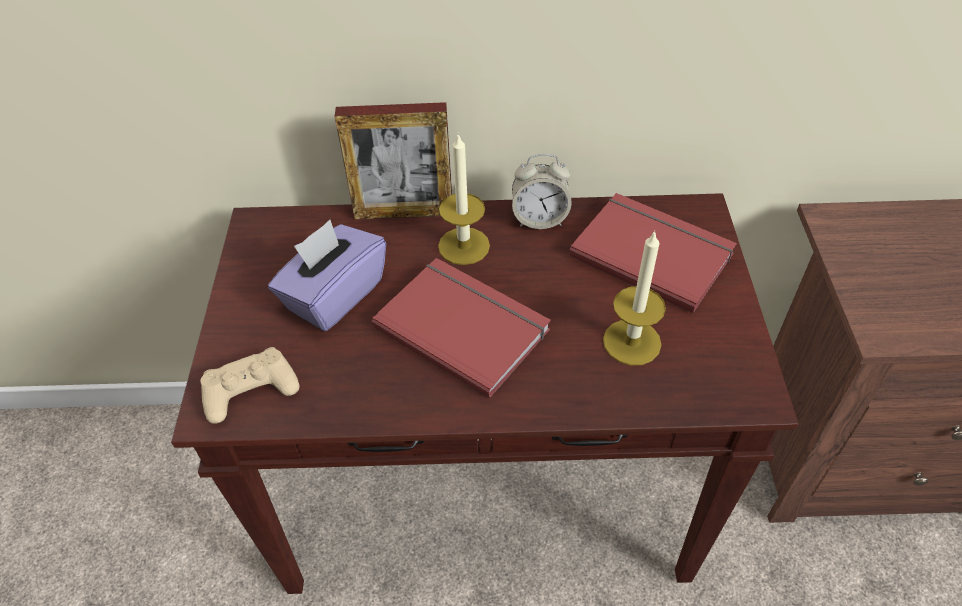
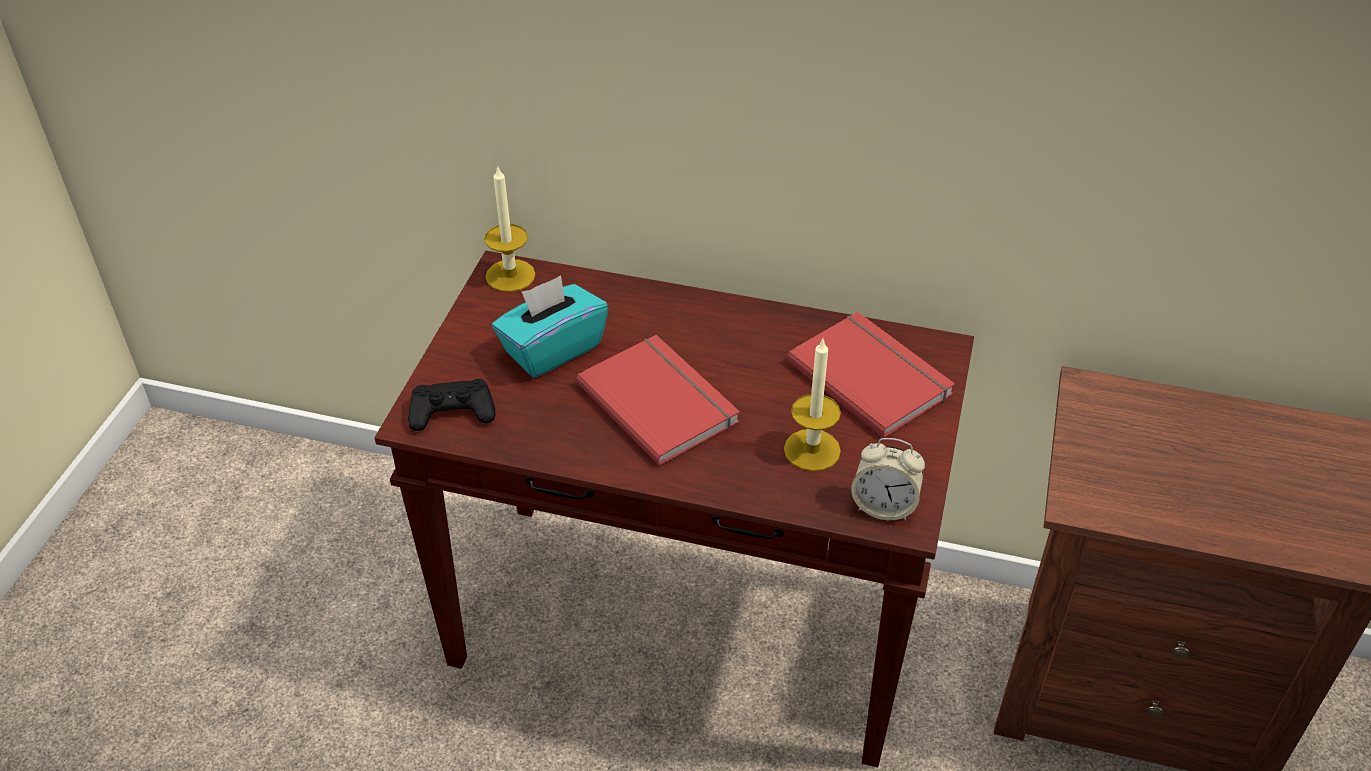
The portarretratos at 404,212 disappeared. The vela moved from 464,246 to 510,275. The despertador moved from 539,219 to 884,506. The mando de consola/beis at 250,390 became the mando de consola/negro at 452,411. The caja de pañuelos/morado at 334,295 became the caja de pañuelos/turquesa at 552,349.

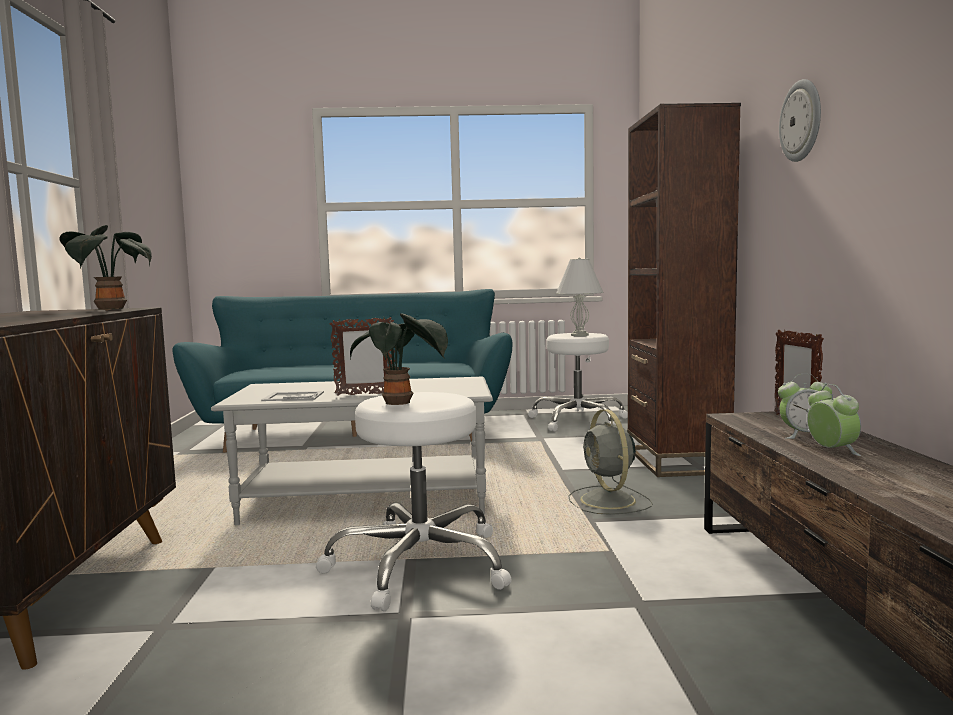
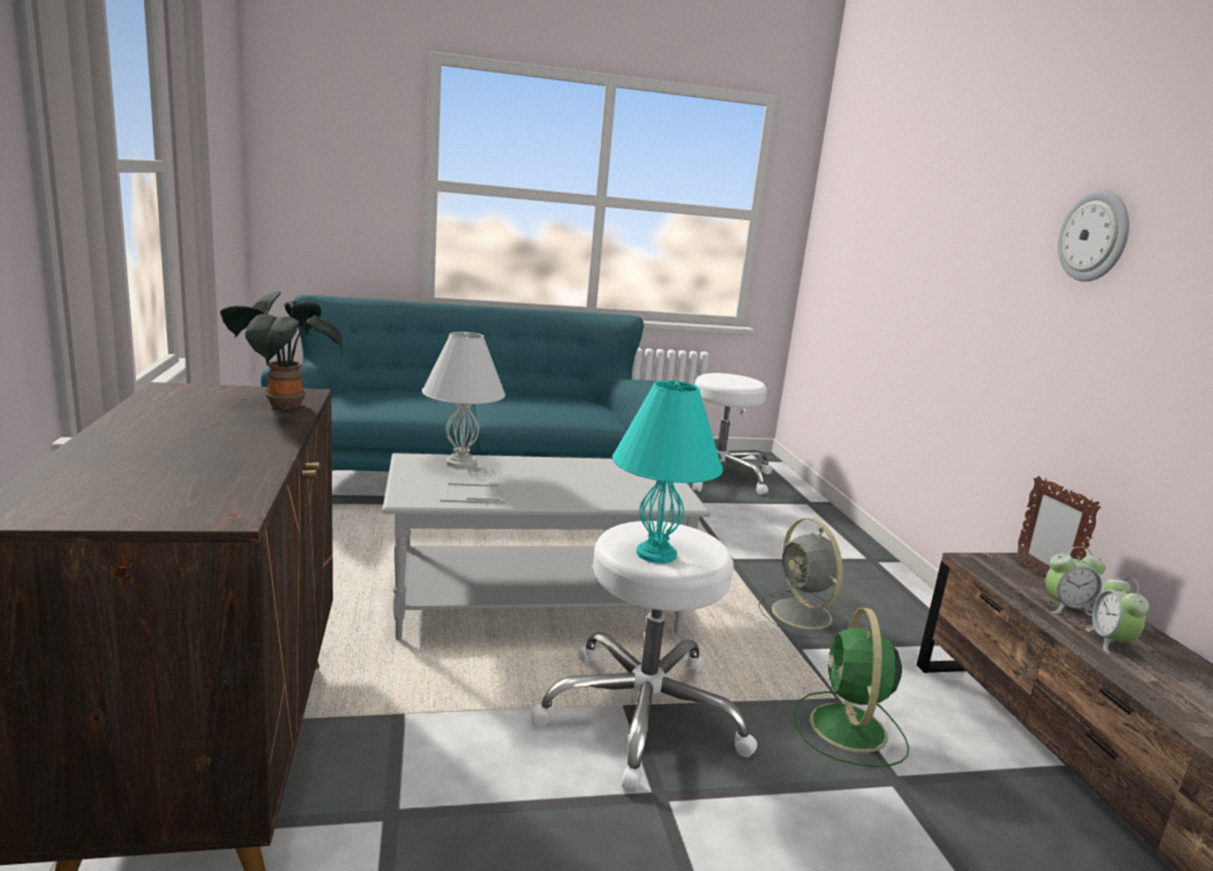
The portarretratos at 365,394 disappeared. The estantería/marrón at 675,460 disappeared. The ventilador/verde at 848,730 appeared. The lámpara de mesa/blanco moved from 580,335 to 461,462. The planta en maceta at 401,404 was replaced by the lámpara de mesa/turquesa at 655,553. The despertador at 832,451 turned 150 degrees counterclockwise.

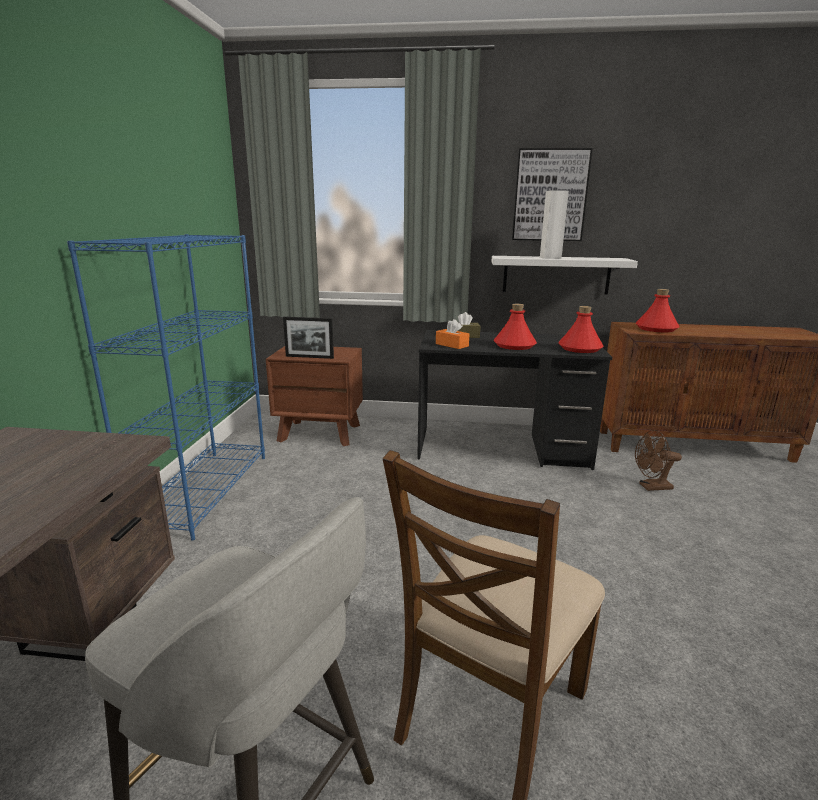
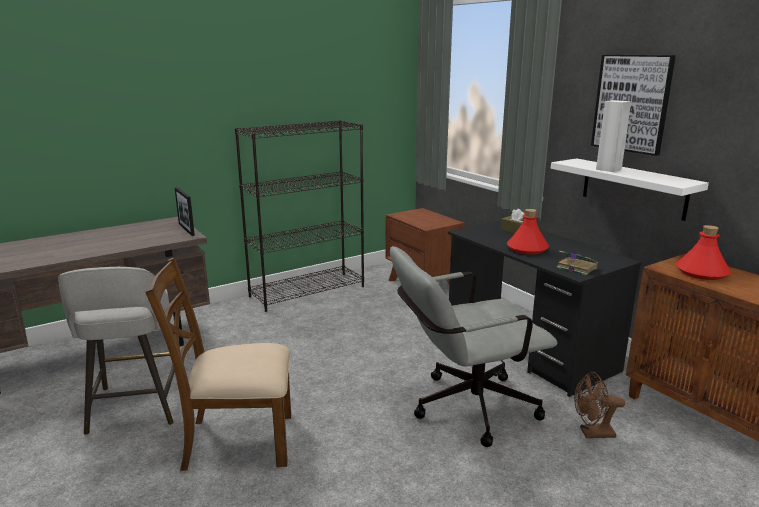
The caja de pañuelos/naranja at 452,345 disappeared. The silla de oficina/gris at 464,408 appeared. The portarretratos moved from 309,357 to 186,229. The botella/rojo at 580,349 was replaced by the libro at 575,267. The estantería/azul at 205,490 became the estantería/negro at 308,291. The ventilador/marrón at 651,487 turned 45 degrees counterclockwise.

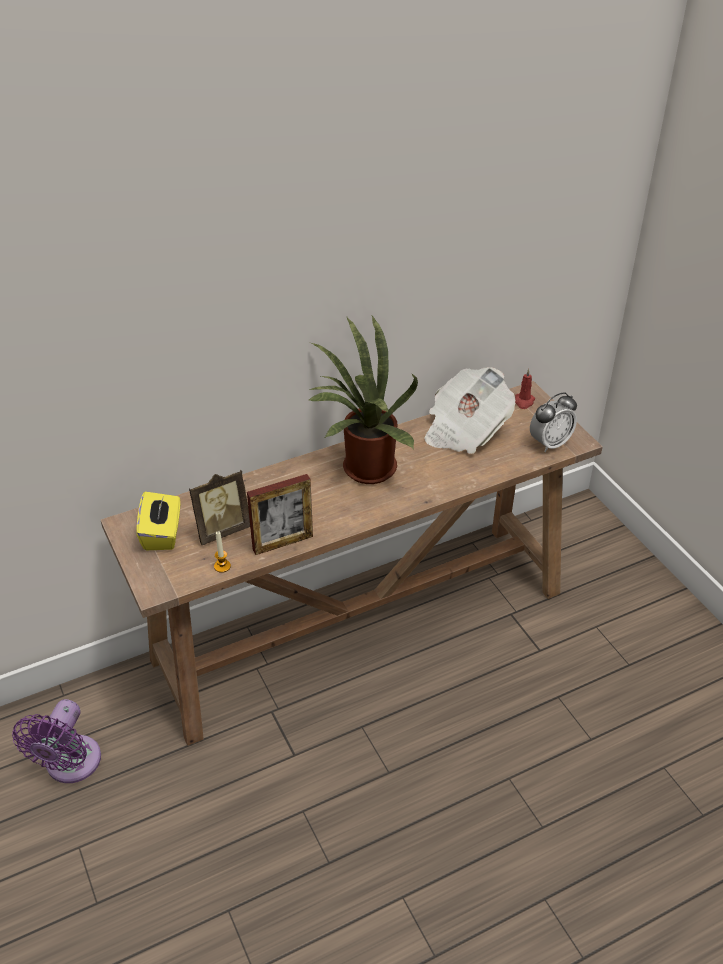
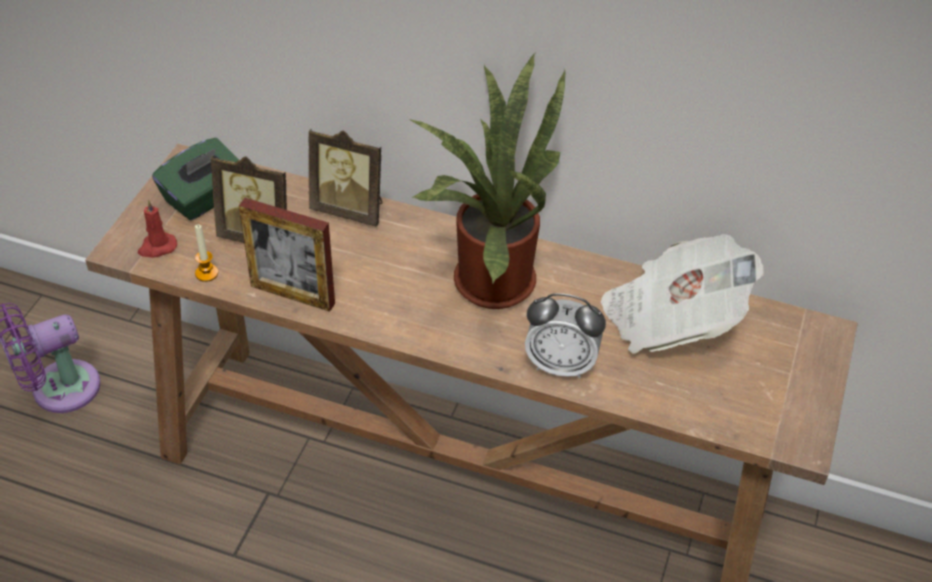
The portarretratos at 350,209 appeared. The vela/rojo moved from 524,402 to 157,247. The despertador moved from 550,443 to 560,364. The caja de pañuelos/amarillo at 162,534 became the caja de pañuelos/verde at 204,198.

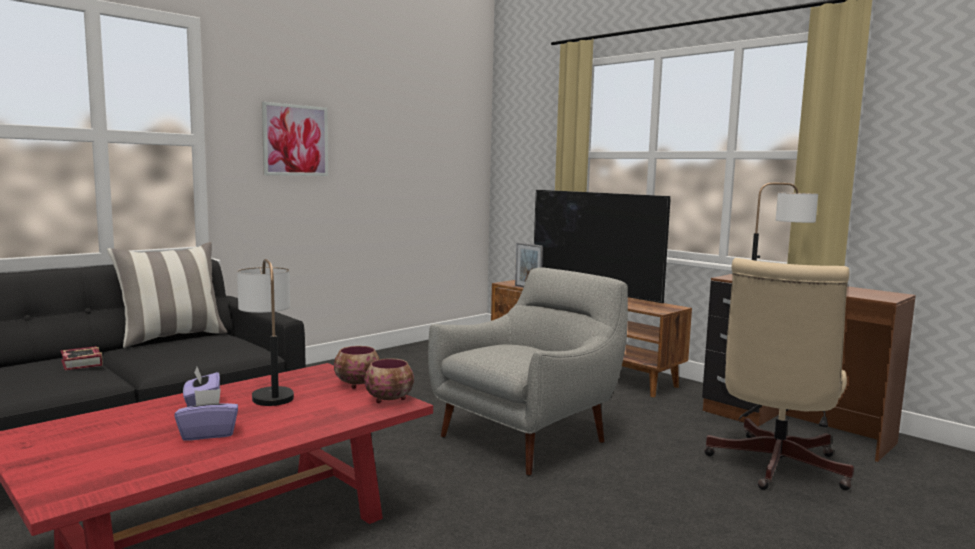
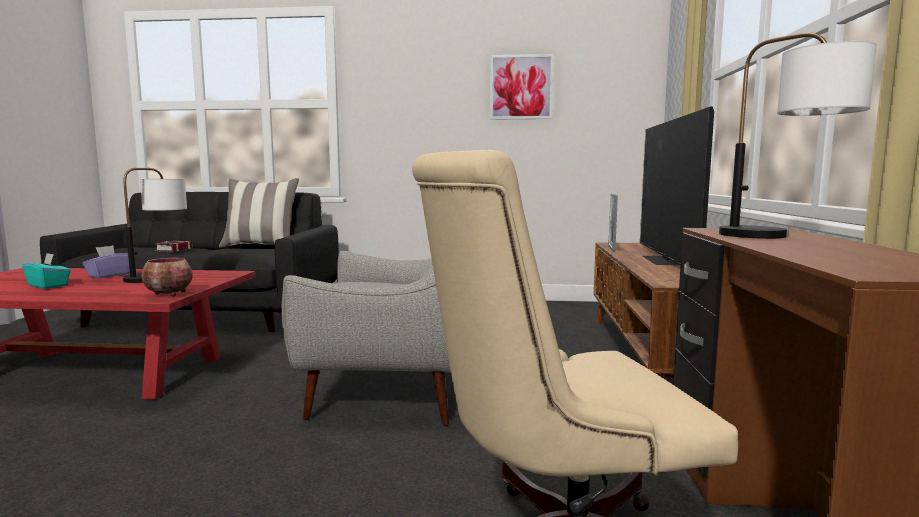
The cuenco at 357,384 disappeared. The cuadro moved from 295,140 to 521,87. The caja de pañuelos/morado at 208,433 became the caja de pañuelos/turquesa at 48,286.

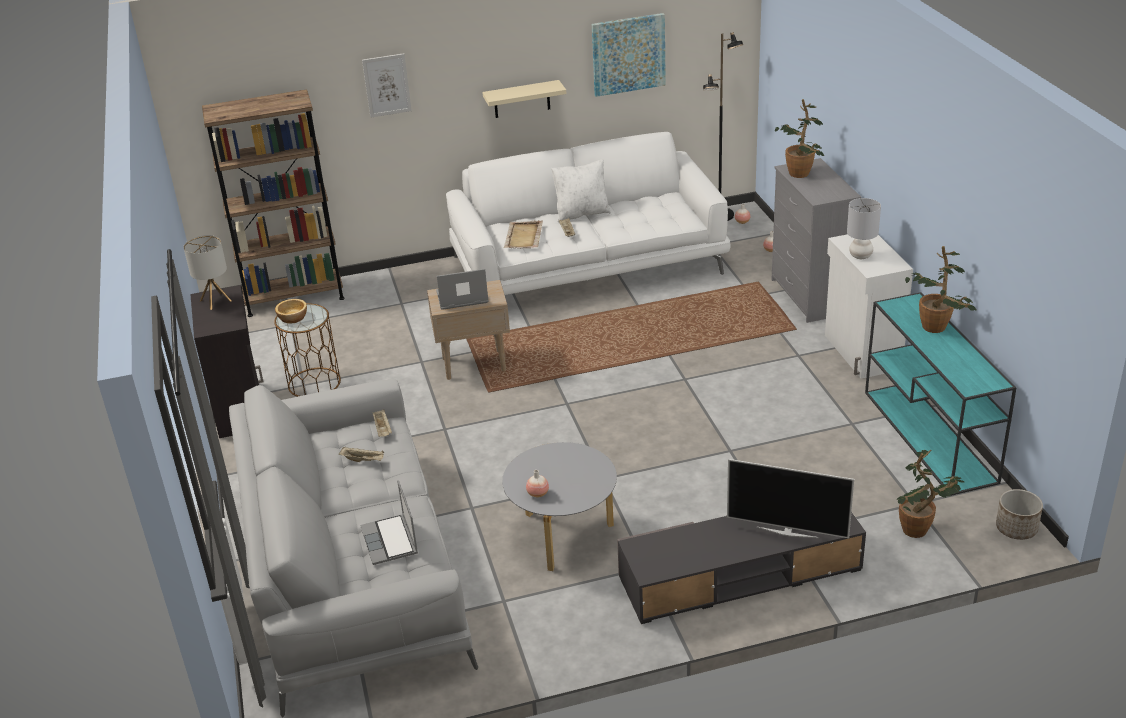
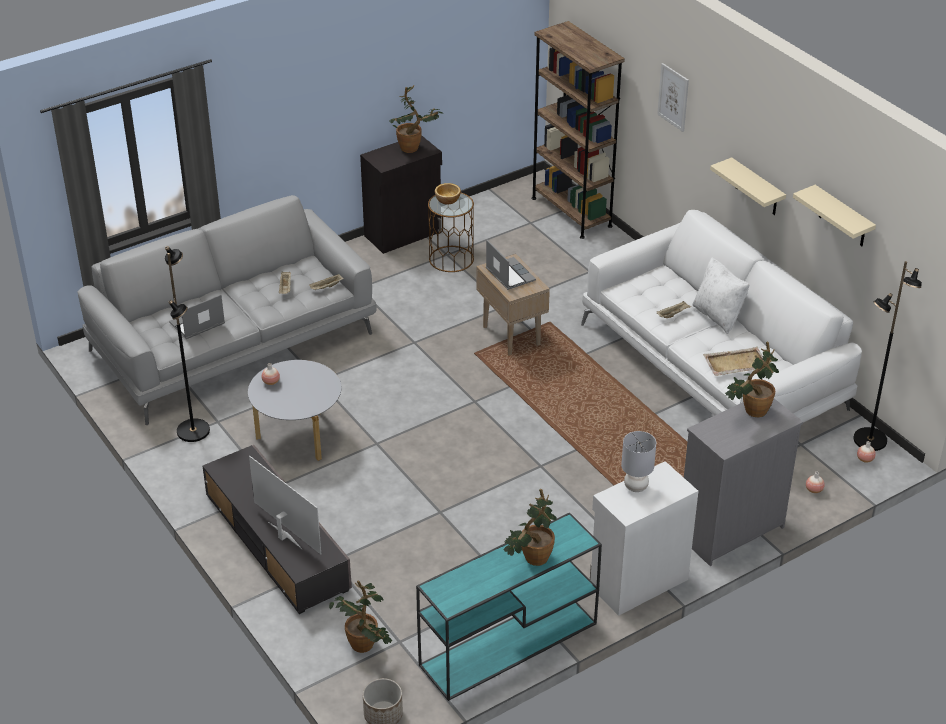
The lámpara de pie/negro at 194,431 appeared. The bandeja/beis moved from 523,237 to 735,363. The lámpara de mesa at 215,301 was replaced by the planta en maceta at 414,148. The cuadro at 628,54 was replaced by the estante/beis at 842,217. The televisor at 787,532 turned 135 degrees clockwise.

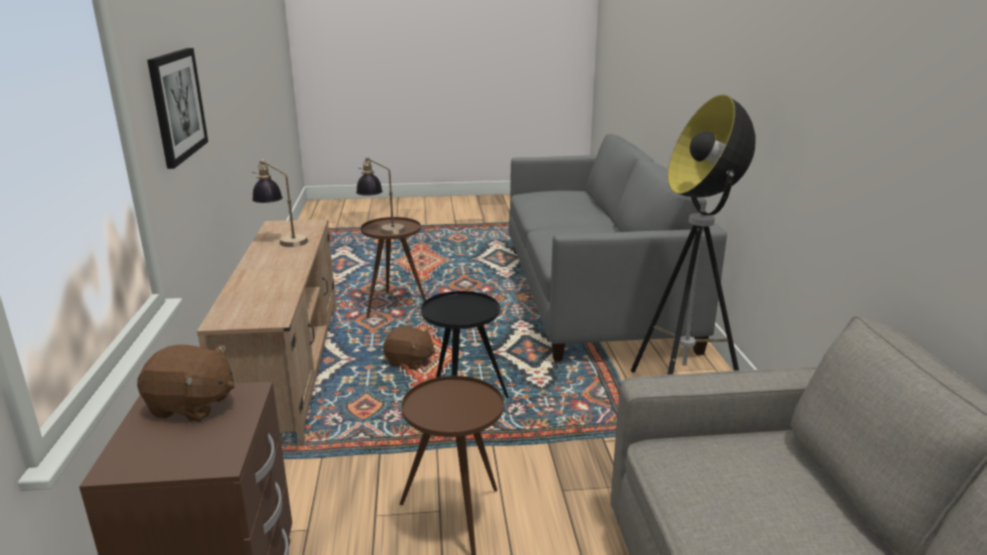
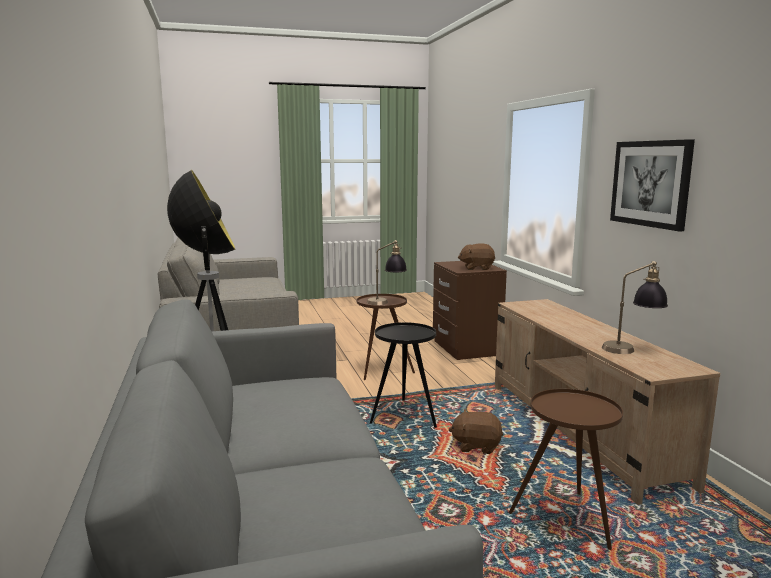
The lámpara de mesa moved from 382,229 to 386,302.

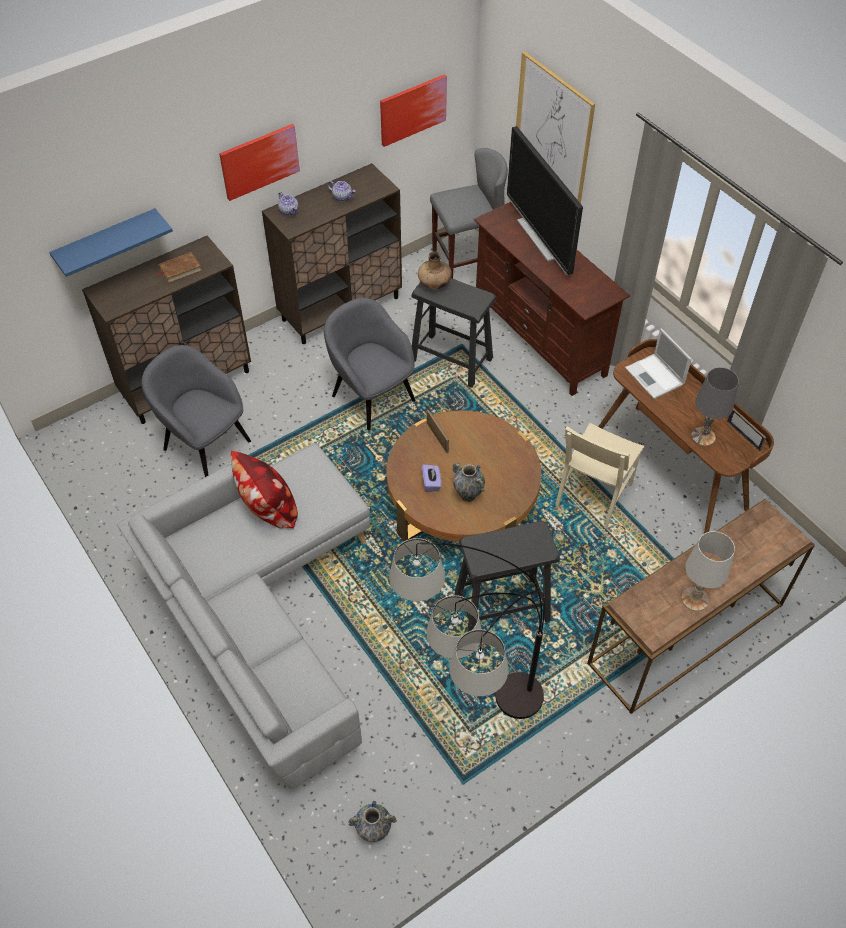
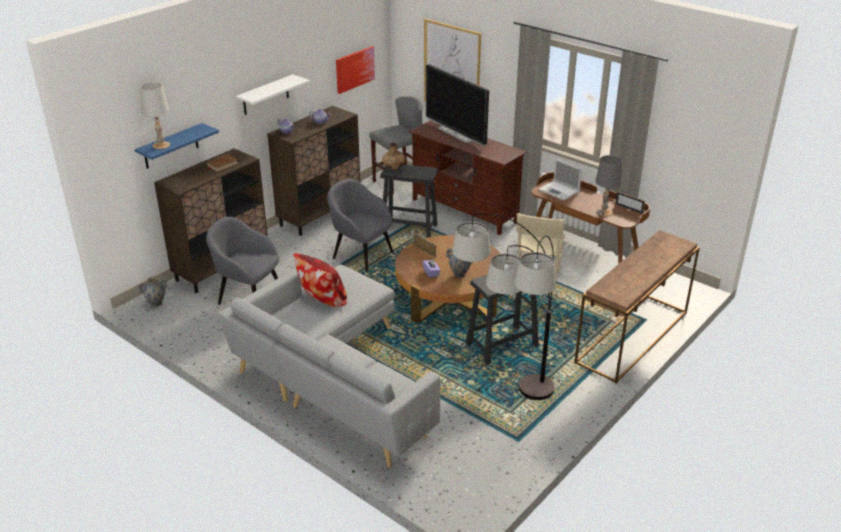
The florero moved from 373,831 to 156,303. The lámpara de mesa/blanco moved from 695,599 to 161,145. The cuadro at 259,161 was replaced by the estante/blanco at 265,95.

